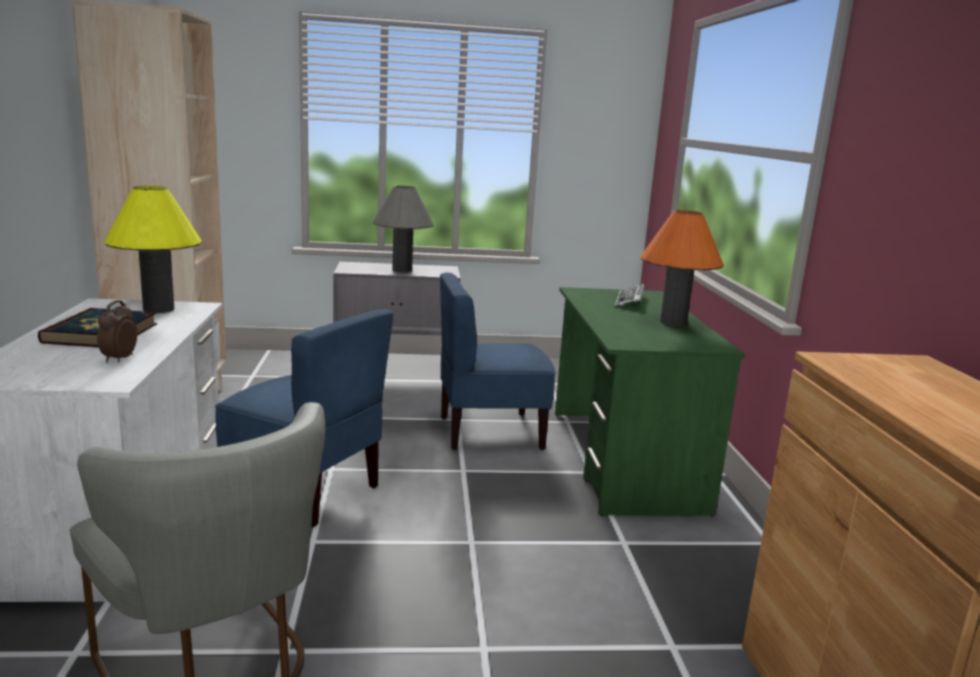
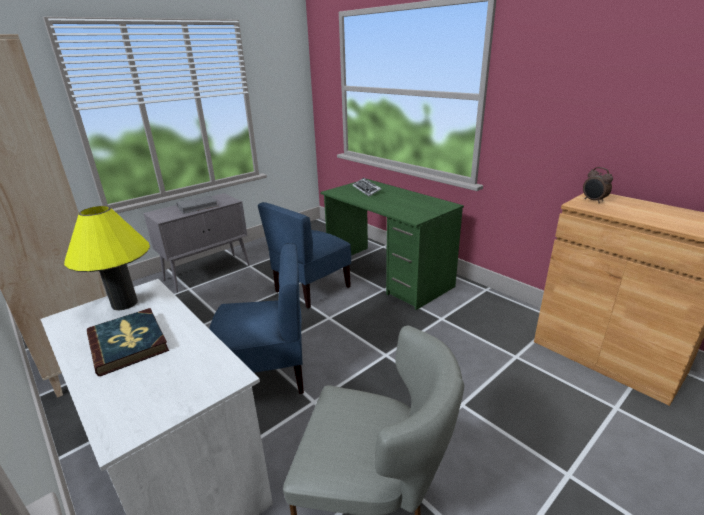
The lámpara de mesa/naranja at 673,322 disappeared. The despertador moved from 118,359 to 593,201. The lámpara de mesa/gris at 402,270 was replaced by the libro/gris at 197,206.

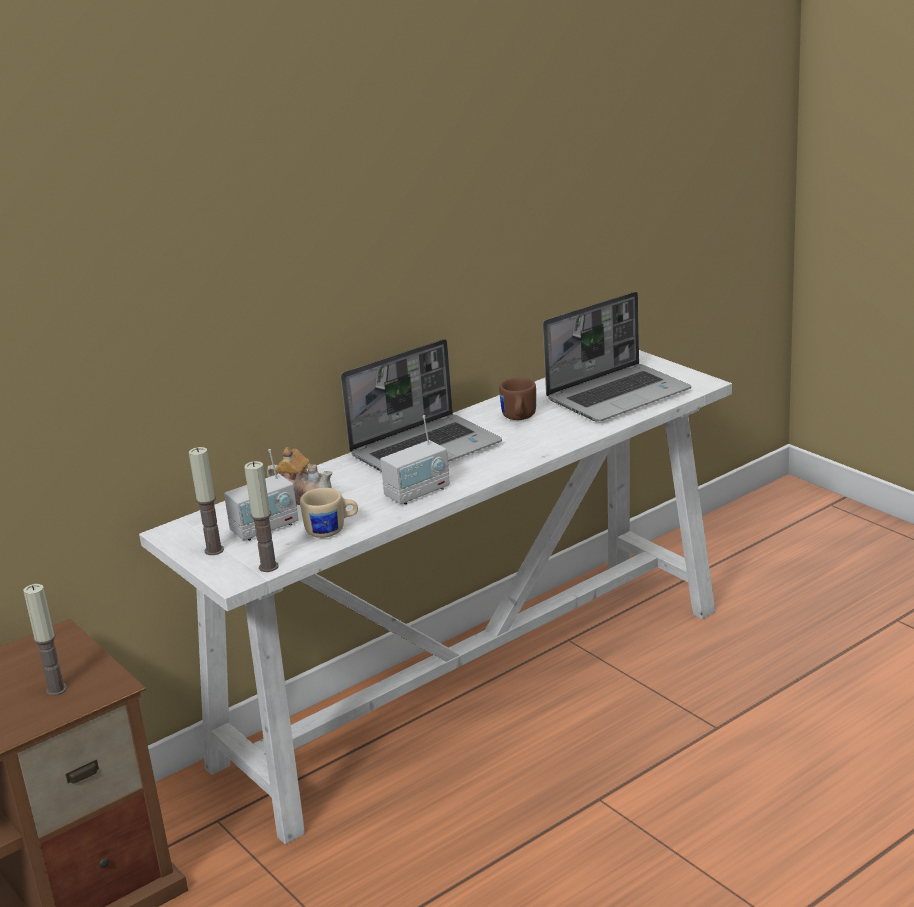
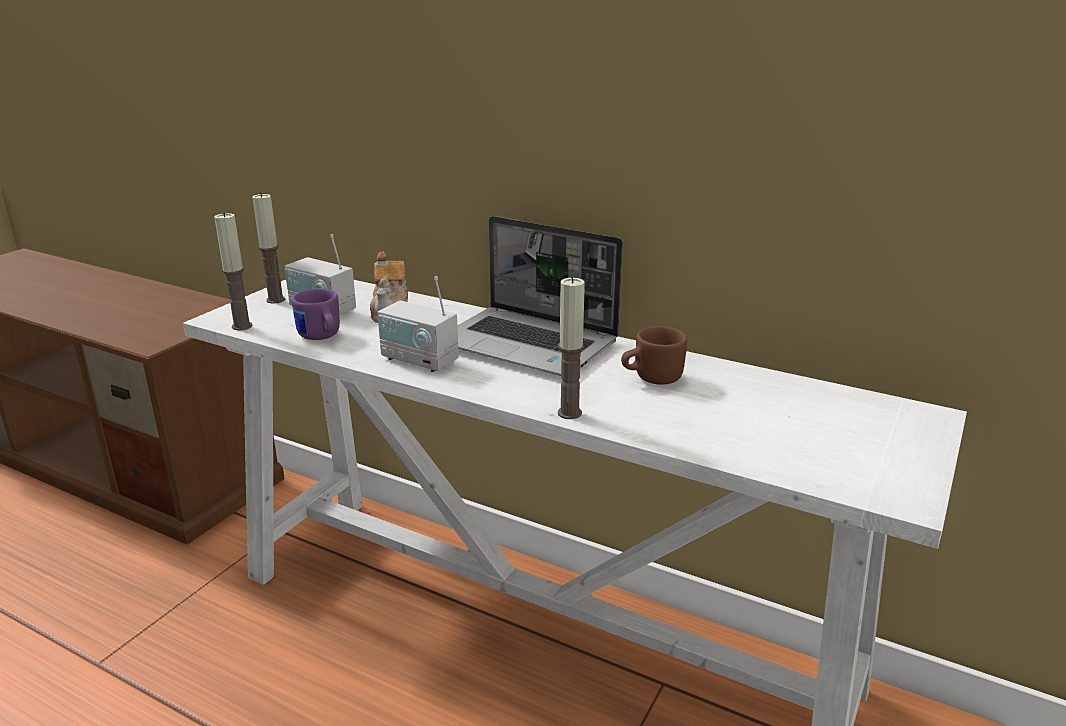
The portátil at 618,395 disappeared. The vela moved from 56,690 to 569,413. The taza grande/beis at 332,530 became the taza grande/morado at 321,337.

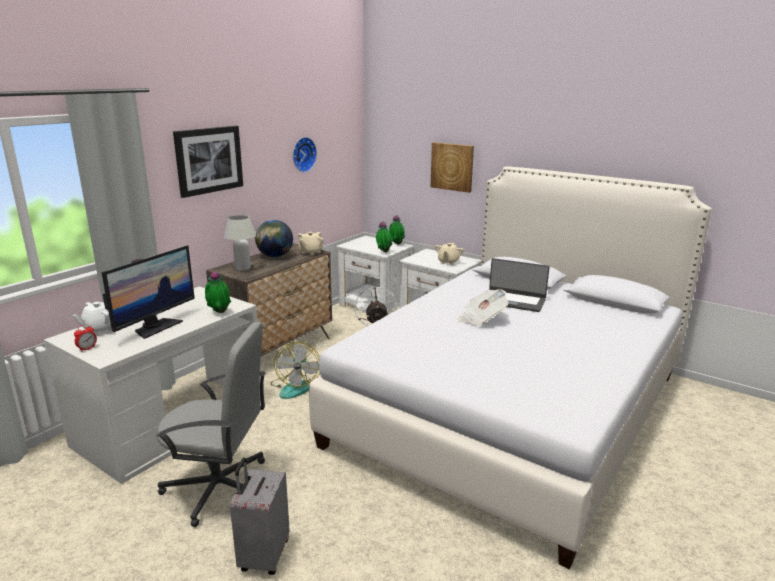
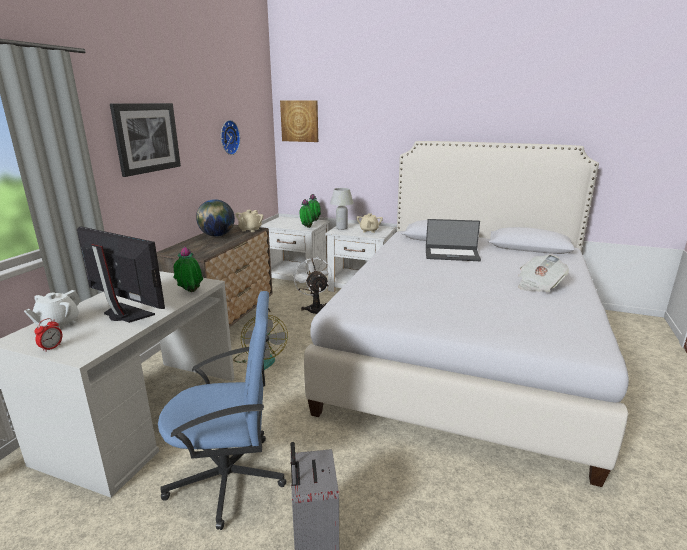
The lámpara de mesa/blanco moved from 242,268 to 341,228. The cuadro moved from 452,166 to 300,121. The periódico moved from 481,319 to 538,285. The silla de oficina/gris at 219,488 became the silla de oficina/azul at 229,478. The monitor at 155,327 turned 75 degrees counterclockwise.

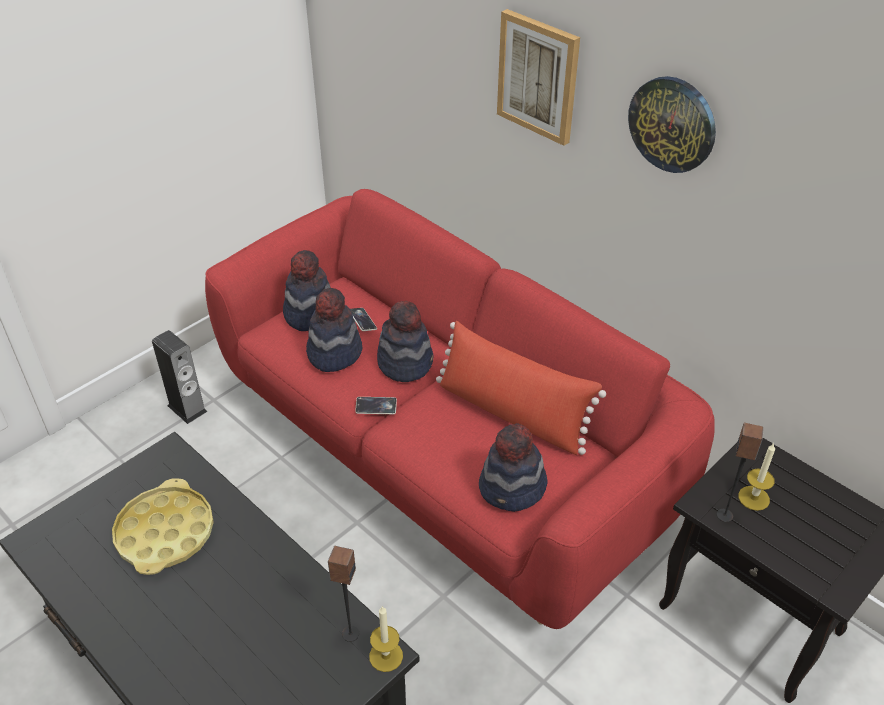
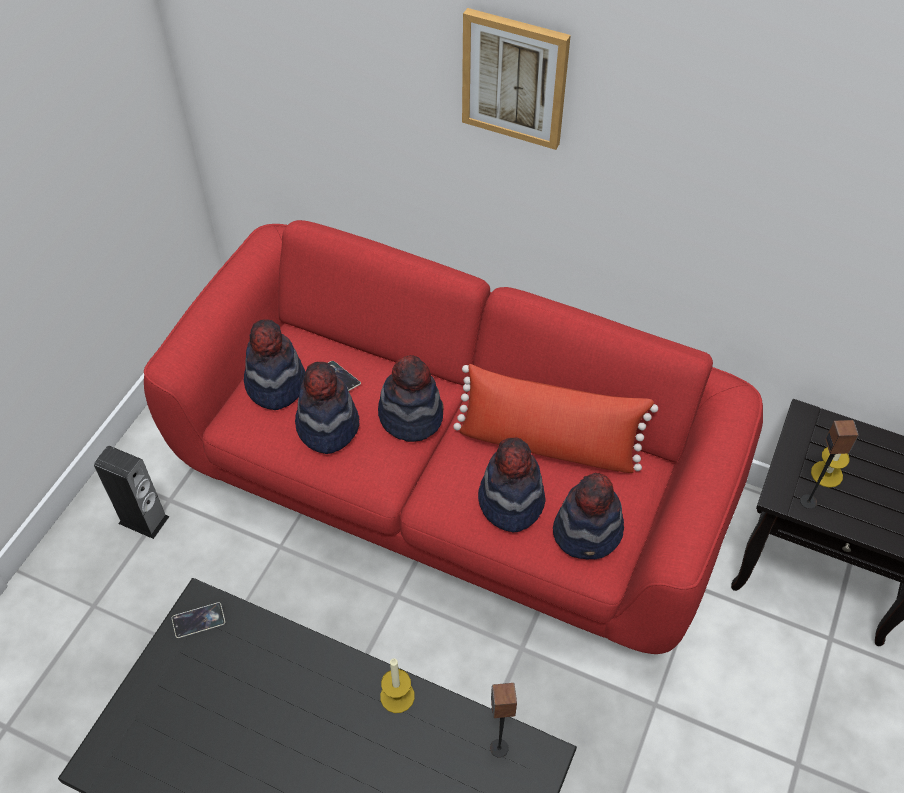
The bandeja/amarillo at 165,533 disappeared. The reloj de pared at 672,124 disappeared. The sombrero at 510,501 appeared. The móvil moved from 376,407 to 199,621. The vela moved from 386,656 to 397,696.

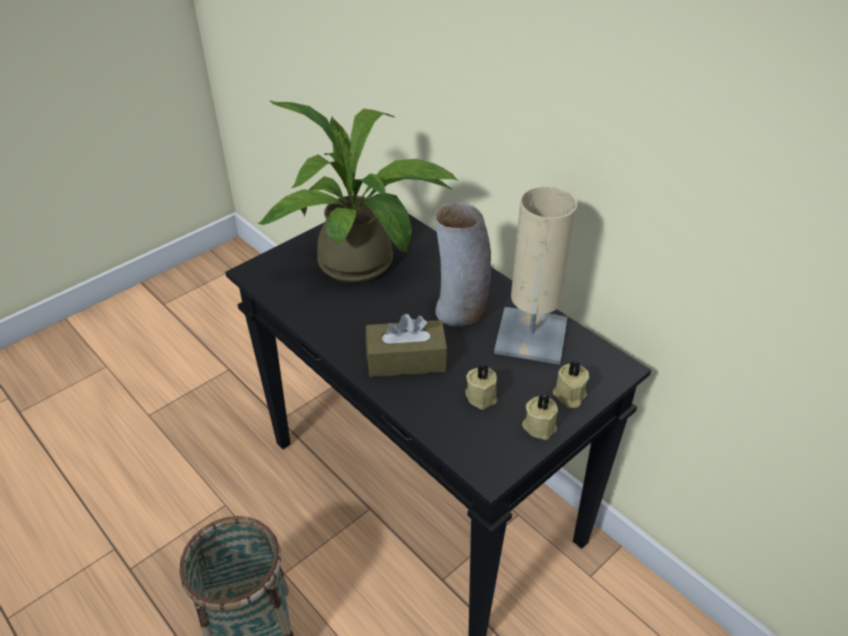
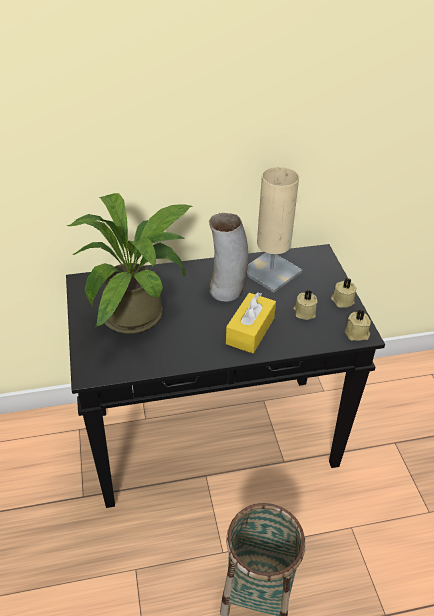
The vela/beis moved from 569,395 to 357,334. The caja de pañuelos/marrón at 406,360 became the caja de pañuelos/amarillo at 250,331.

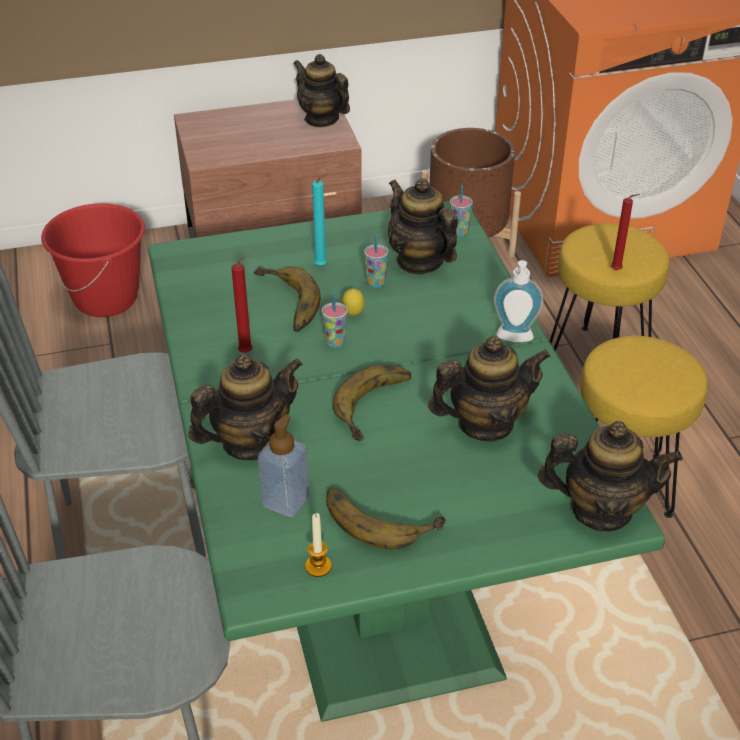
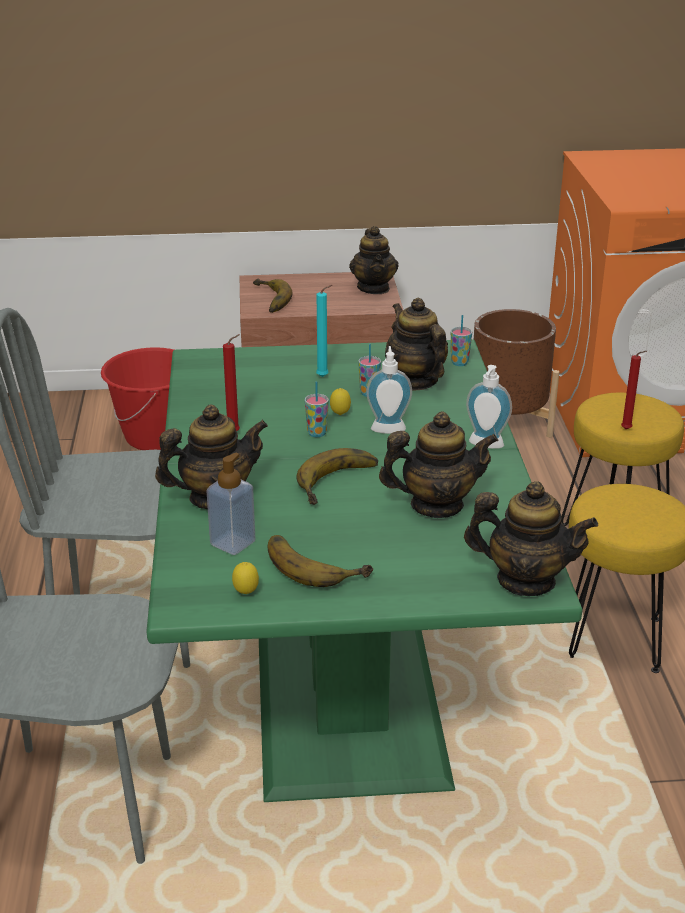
The dispensador de jabón at 388,427 appeared. The plátano moved from 283,304 to 267,300. The vela at 318,566 was replaced by the limón at 246,593. The tetera at 321,119 turned 150 degrees counterclockwise.

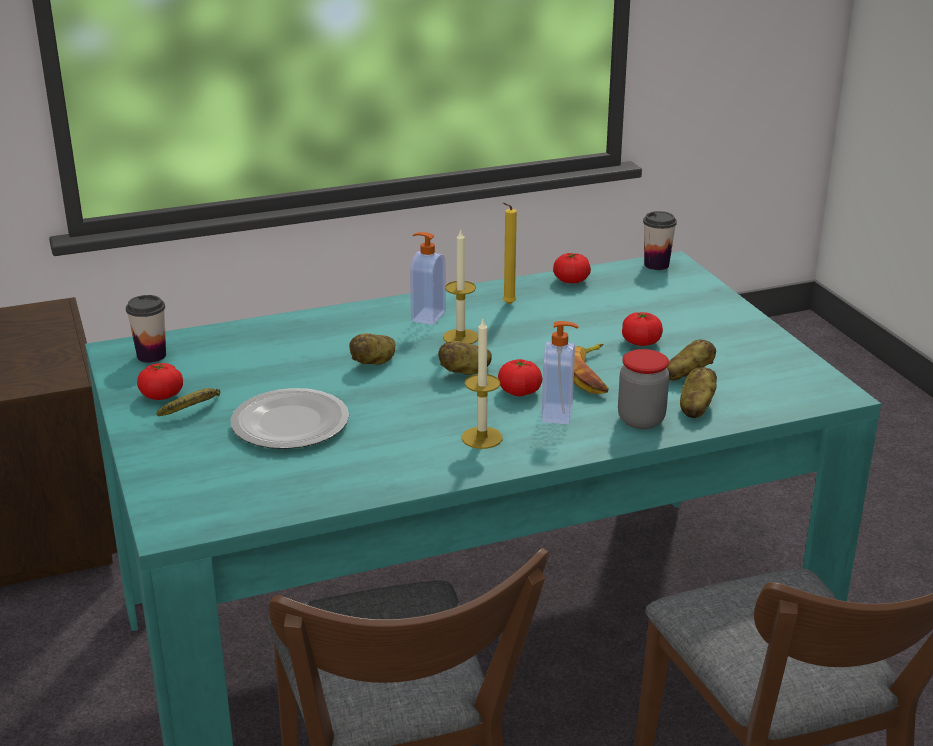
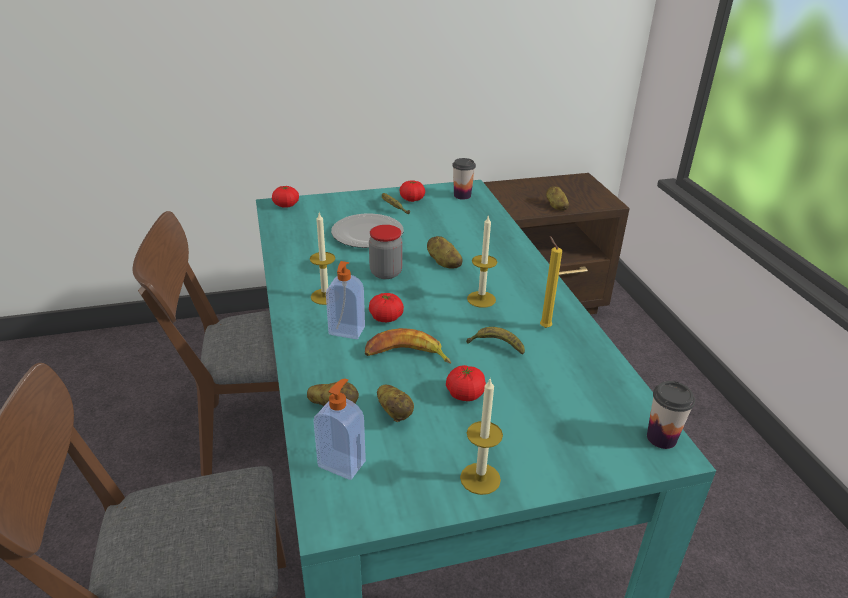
The vela at 480,478 appeared. The plátano at 496,346 appeared. The dispensador de jabón moved from 427,316 to 342,463. The patata moved from 465,372 to 556,206. The tomate moved from 571,280 to 286,205. The tarro moved from 641,420 to 386,273.

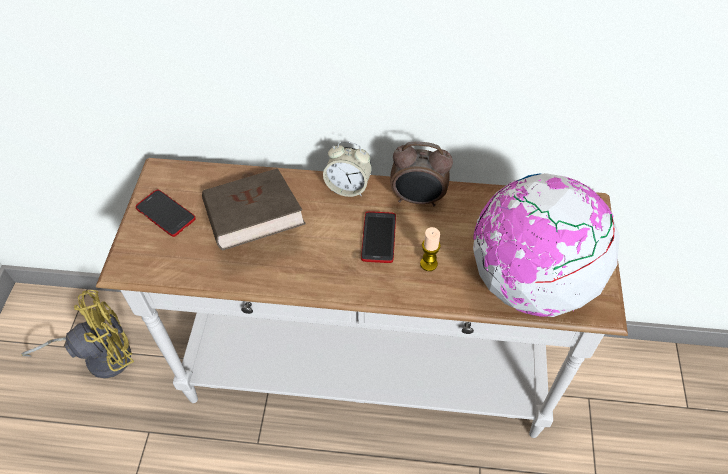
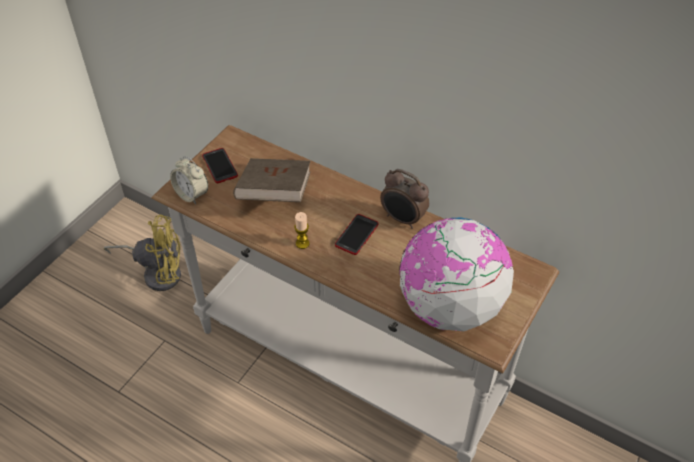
The despertador moved from 348,187 to 192,195. The vela moved from 428,264 to 302,243.

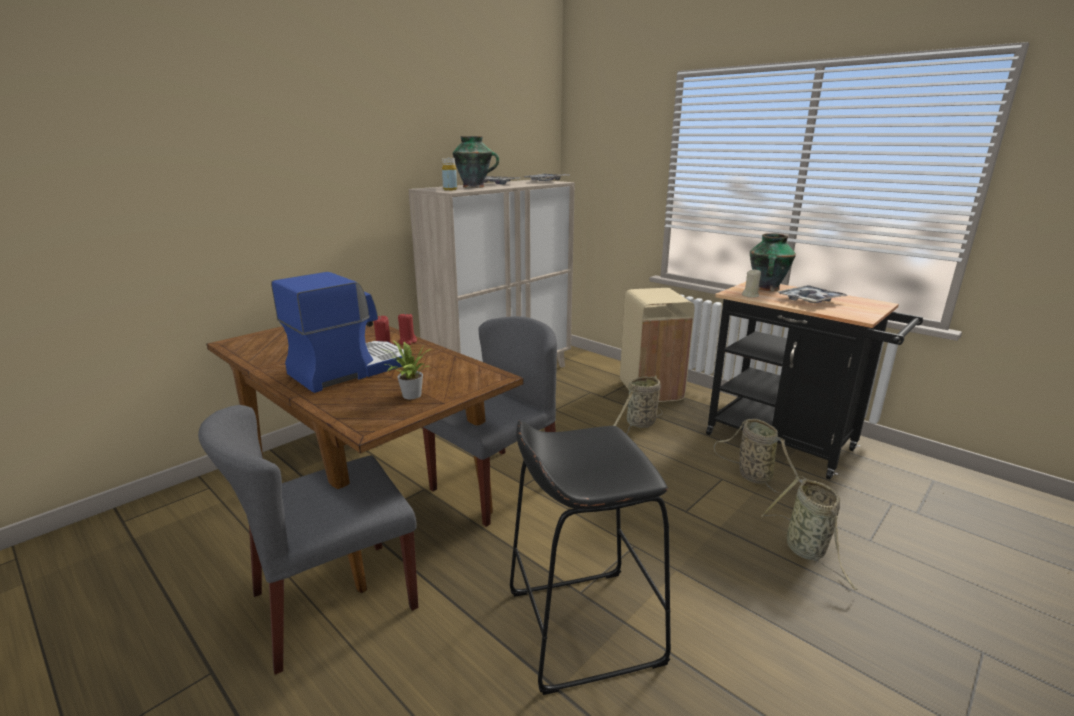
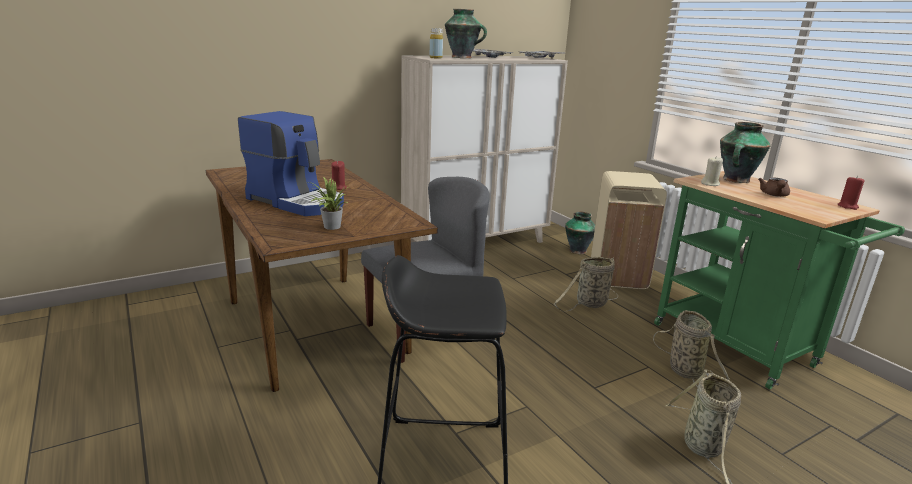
The silla/gris at 333,601 disappeared. The florero at 577,250 appeared. The vela/rojo moved from 407,342 to 848,206. The bandeja at 810,300 was replaced by the tetera/marrón at 774,195. The carrito/negro at 789,445 became the carrito/verde at 741,349. The cafetera at 348,369 turned 60 degrees clockwise.

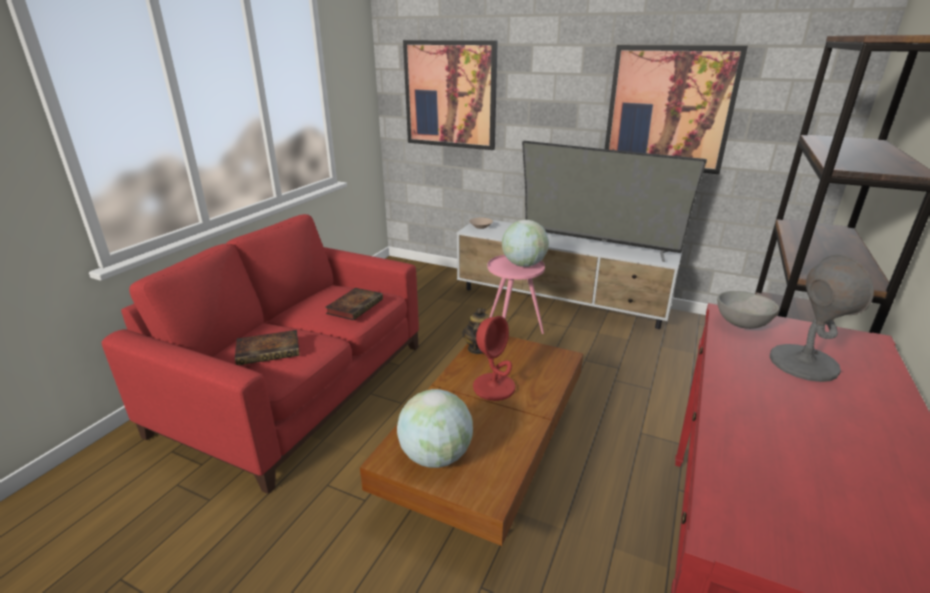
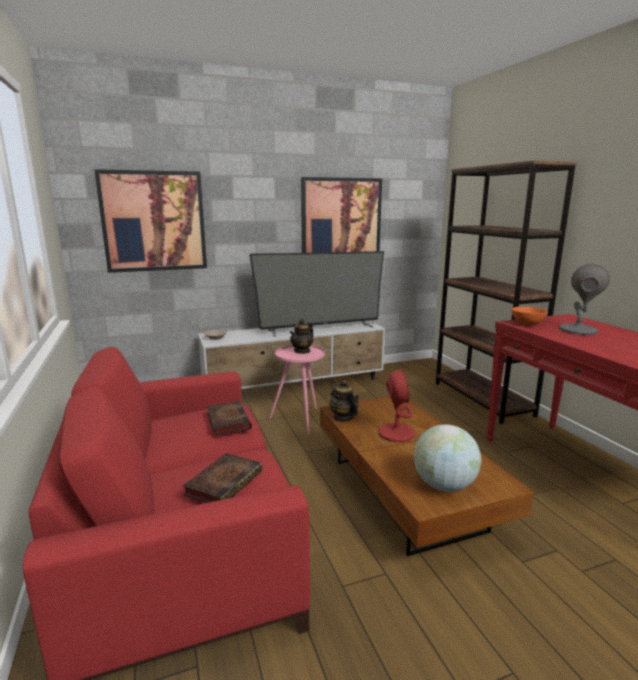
The globo terráqueo at 524,264 was replaced by the tetera at 302,351. The cuenco/gris at 741,324 became the cuenco/naranja at 526,324.

